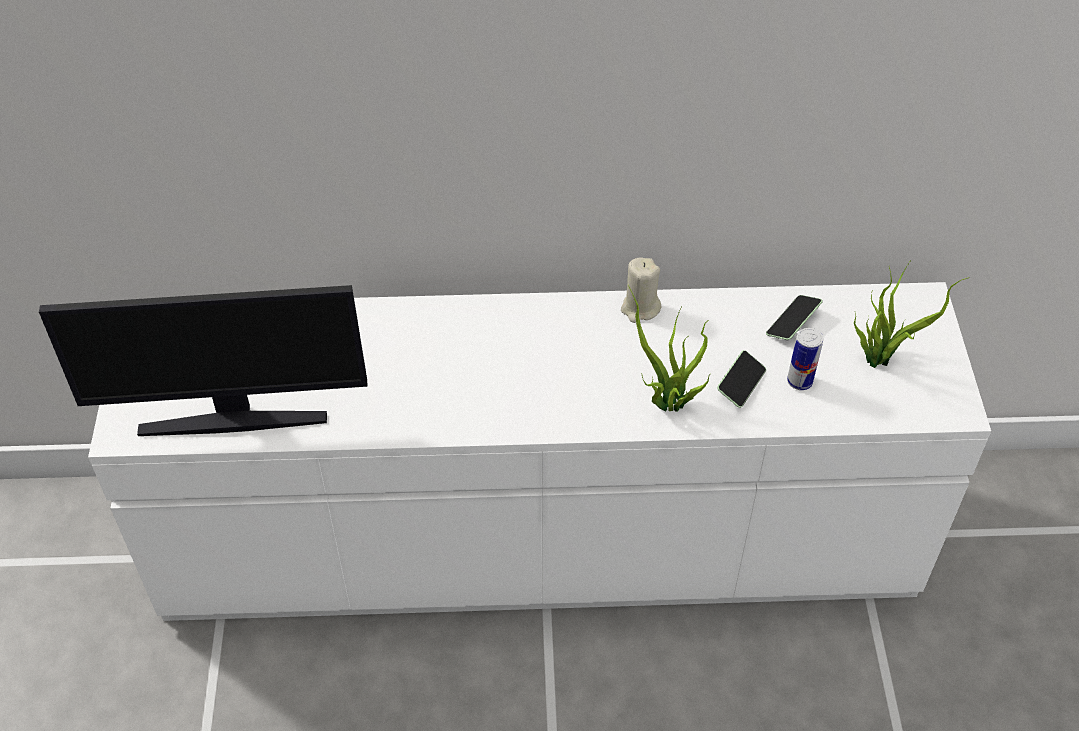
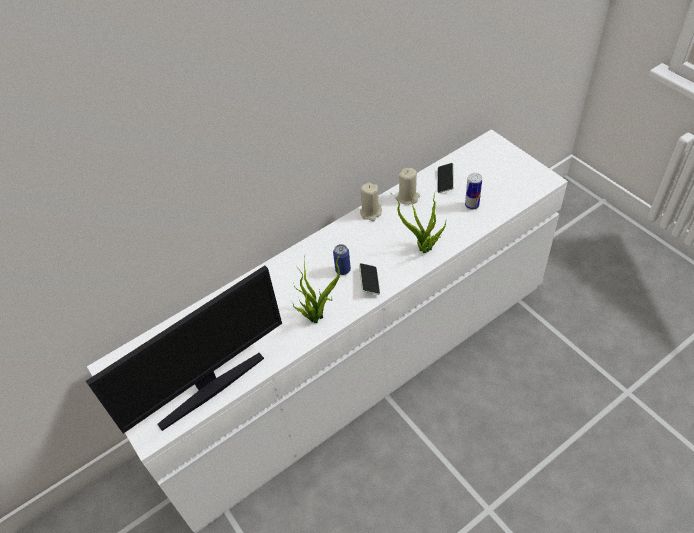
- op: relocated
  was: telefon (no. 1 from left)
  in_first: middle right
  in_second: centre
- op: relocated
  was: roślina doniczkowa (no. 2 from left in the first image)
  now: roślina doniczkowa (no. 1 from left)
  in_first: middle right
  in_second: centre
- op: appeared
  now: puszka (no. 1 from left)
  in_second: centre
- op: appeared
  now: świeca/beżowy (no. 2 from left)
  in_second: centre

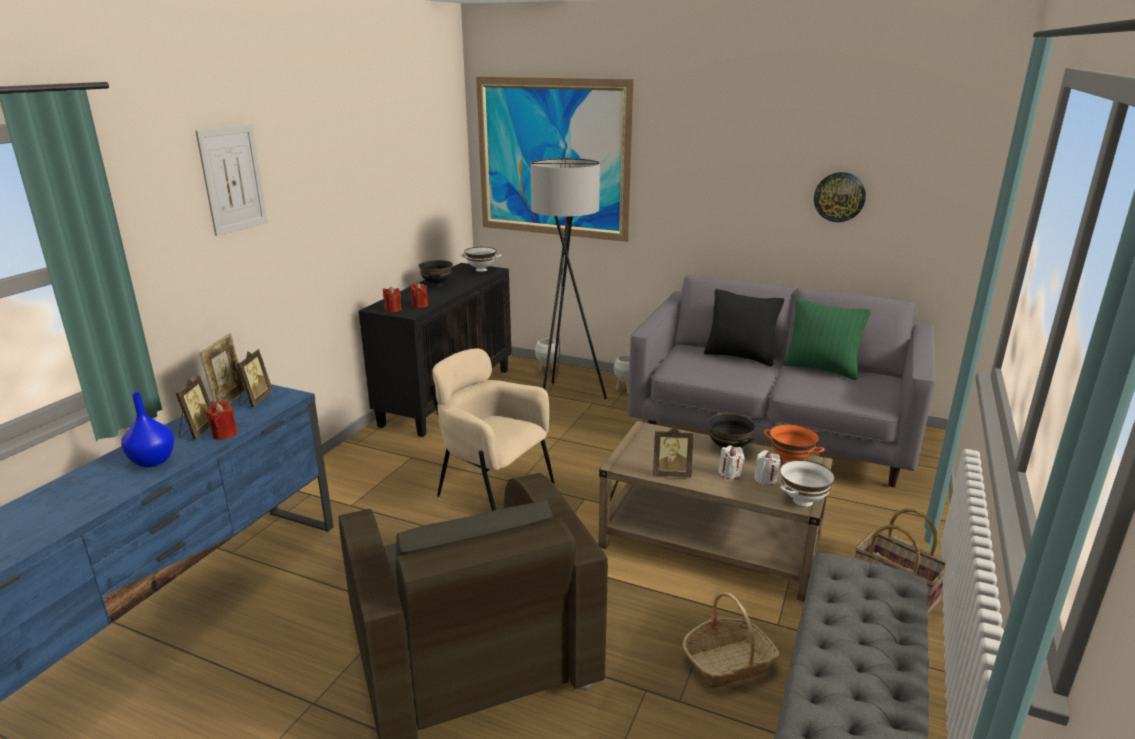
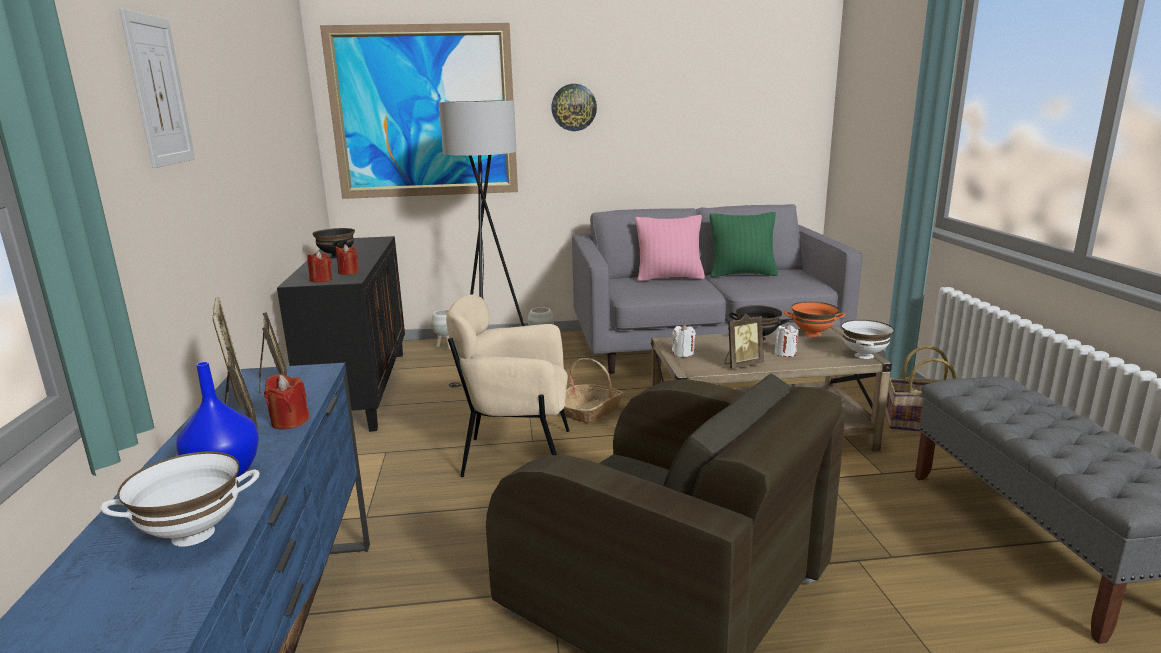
- op: relocated
  was: miska/biały (no. 1 from left)
  in_first: centre
  in_second: bottom left
- op: relocated
  was: koszyk (no. 1 from left)
  in_first: bottom centre
  in_second: centre
- op: colour
  was: poduszka/czarny
  now: poduszka/różowy
  in_first: centre
  in_second: centre
- op: relocated
  was: świeca/biały (no. 2 from left in the first image)
  now: świeca/biały (no. 1 from left)
  in_first: middle right
  in_second: centre
- op: relocated
  was: zegar ścienny
  in_first: top right
  in_second: top centre

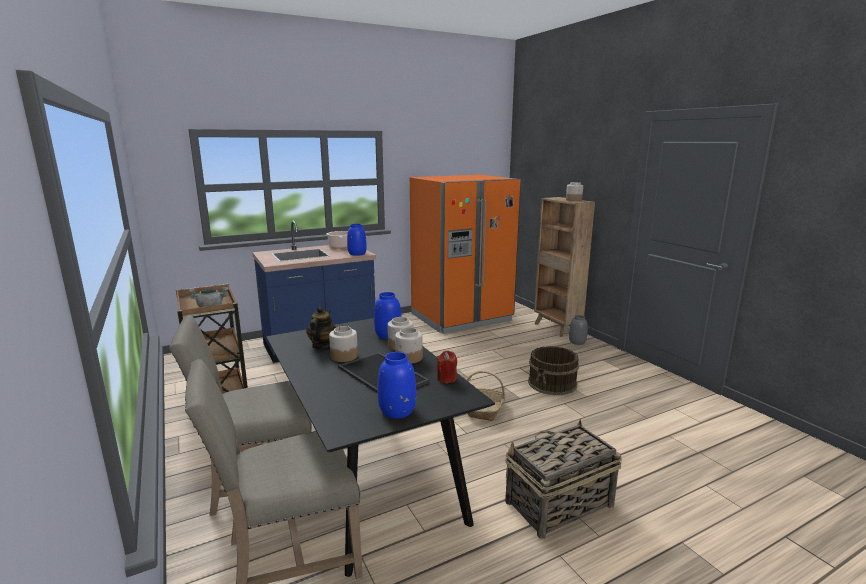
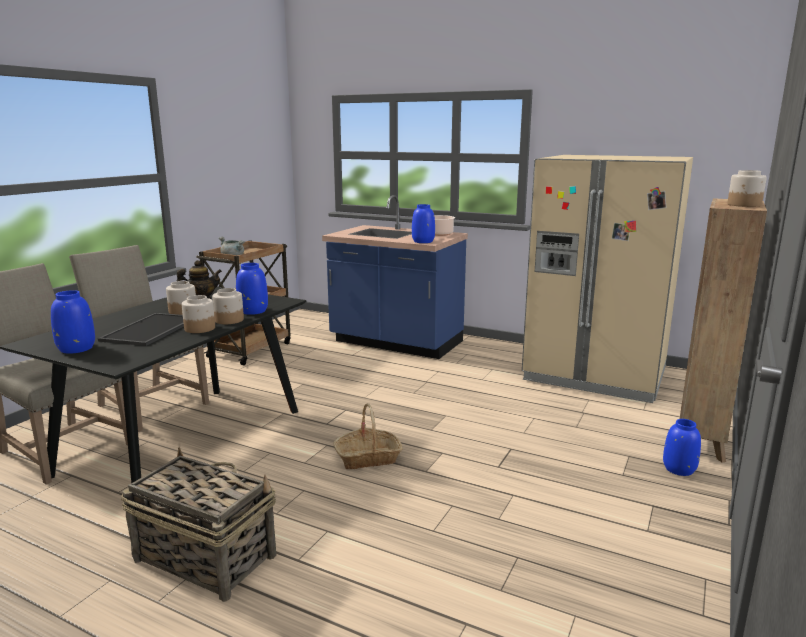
- op: colour
  was: lodówka/pomarańczowy
  now: lodówka/beżowy
  in_first: centre
  in_second: middle right
- op: missing
  was: świeca/czerwony
  in_first: centre
- op: missing
  was: wiadro/brązowy
  in_first: centre
- op: colour
  was: wazon/szary
  now: wazon/niebieski (no. 4 from left)
  in_first: middle right
  in_second: bottom right

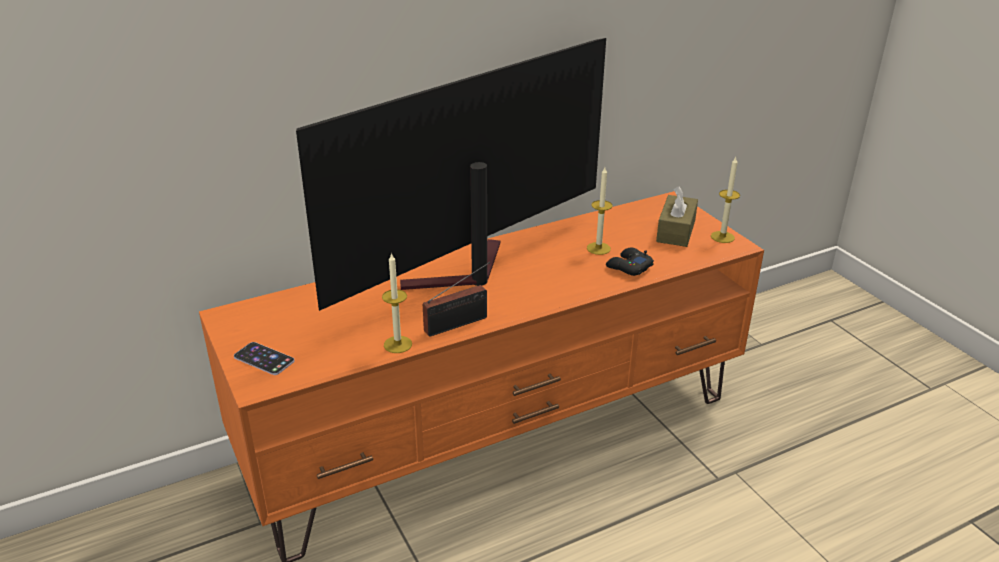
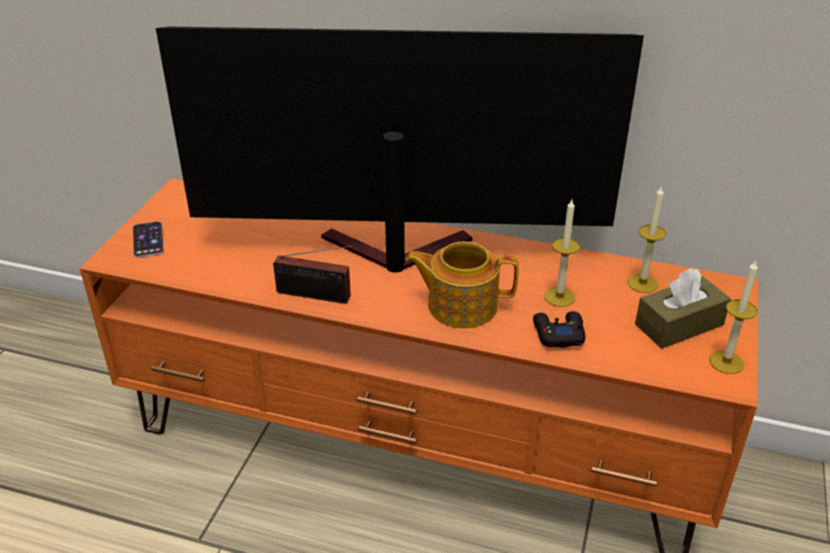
- op: relocated
  was: świeca (no. 1 from left in the first image)
  now: świeca (no. 2 from left)
  in_first: centre
  in_second: middle right
- op: appeared
  now: imbryk
  in_second: centre

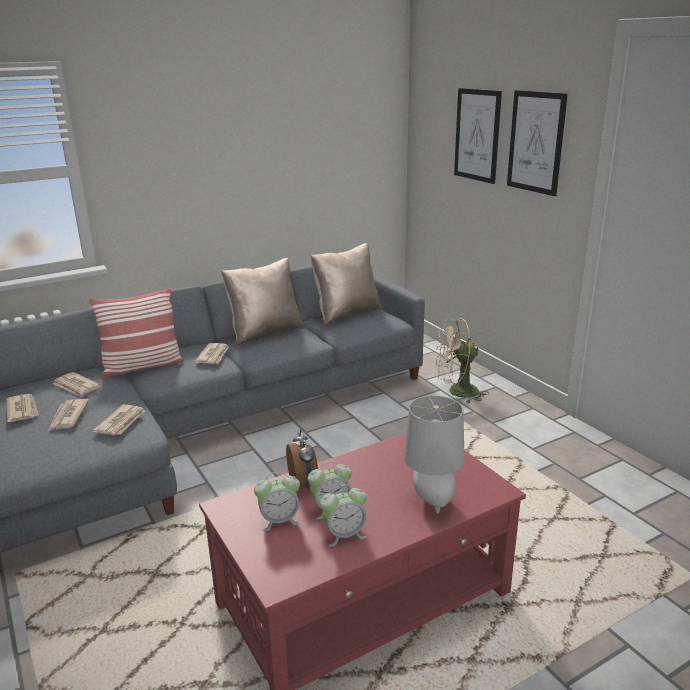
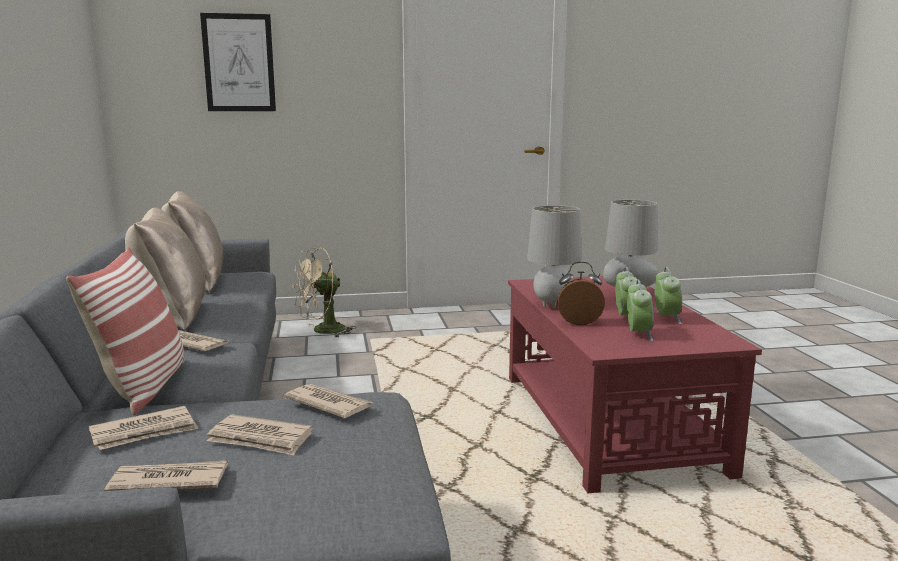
- op: spun
  was: wentylator/beżowy
  in_first: middle right
  in_second: centre
  clockwise: 45
- op: missing
  was: obraz (no. 2 from left)
  in_first: top right
- op: appeared
  now: lampa stołowa/szary (no. 1 from left)
  in_second: centre

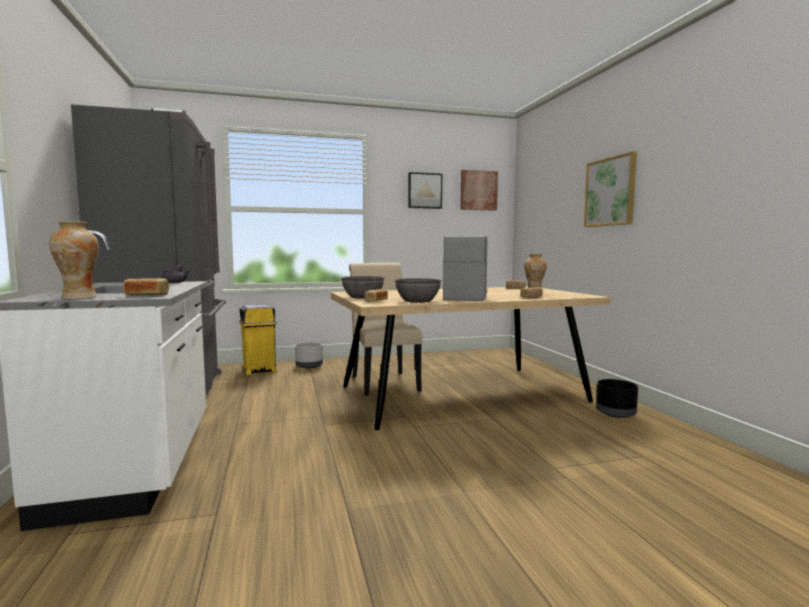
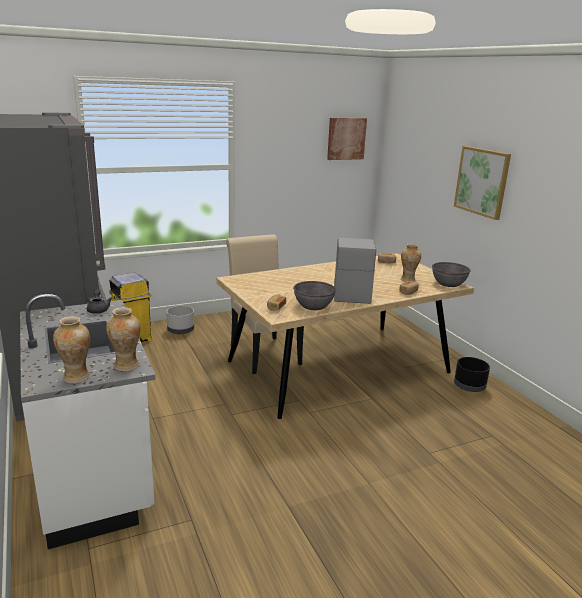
- op: exchanged
  was: chleb (no. 1 from left)
  now: wazon (no. 2 from left)
  in_first: middle left
  in_second: middle left
- op: relocated
  was: miska/szary (no. 1 from left in the first image)
  now: miska/szary (no. 2 from left)
  in_first: centre
  in_second: middle right
- op: missing
  was: obraz (no. 1 from left)
  in_first: top centre

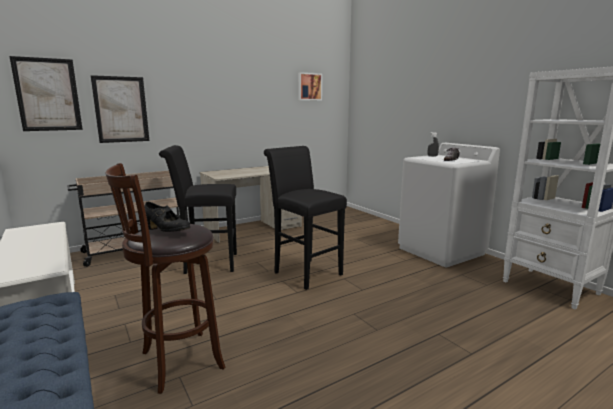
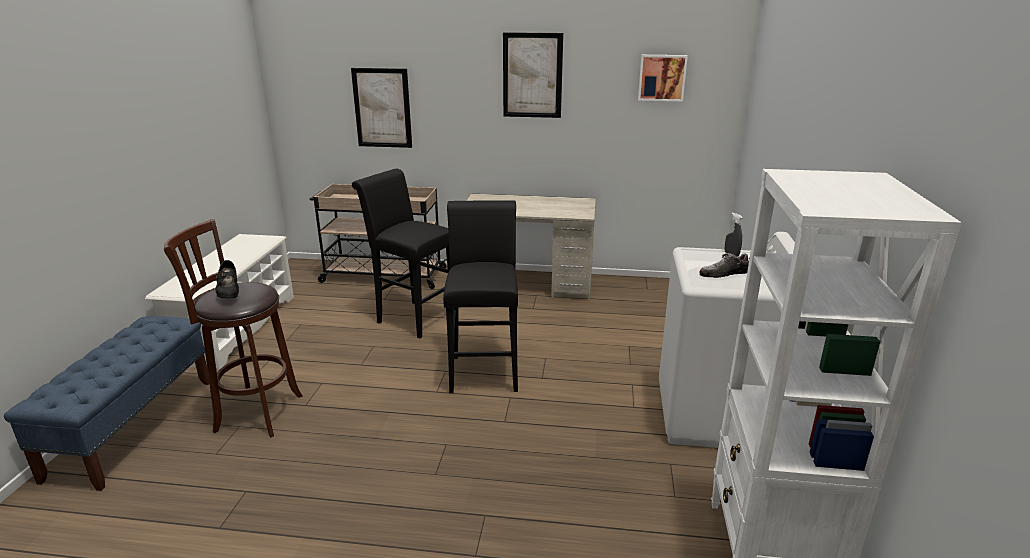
- op: relocated
  was: obraz (no. 1 from left in the first image)
  now: obraz (no. 2 from left)
  in_first: top left
  in_second: top centre

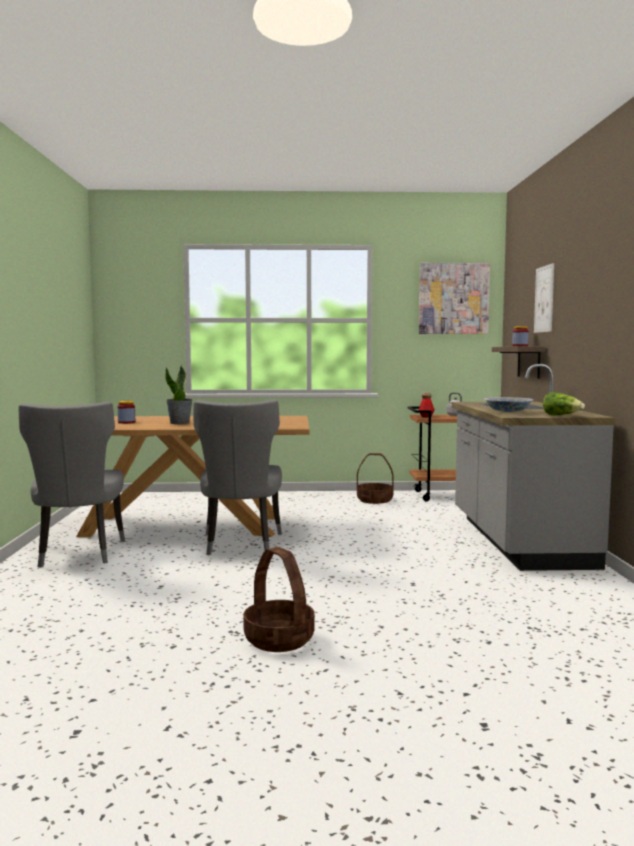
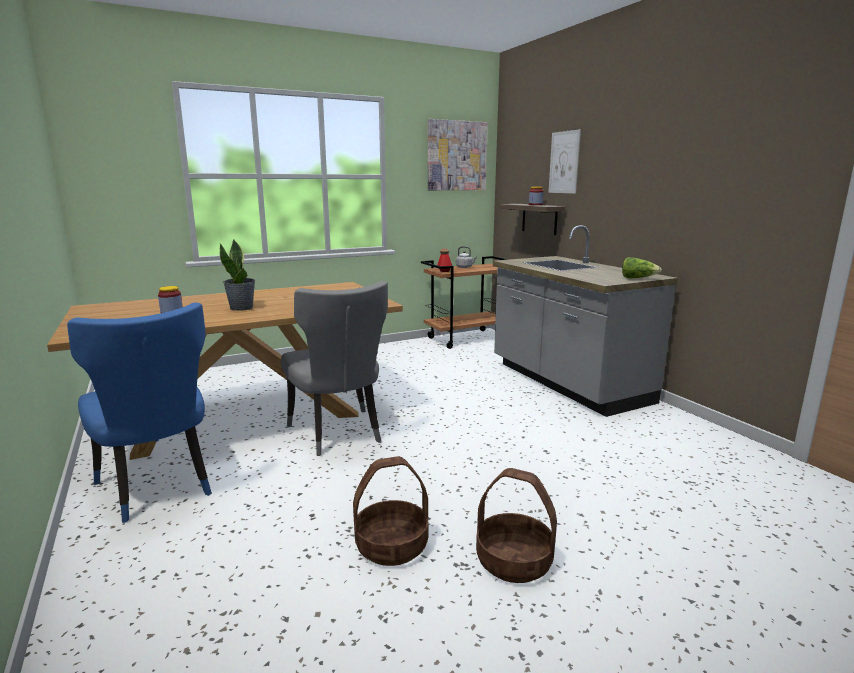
- op: colour
  was: krzesło/szary (no. 1 from left)
  now: krzesło/niebieski
  in_first: middle left
  in_second: middle left
- op: relocated
  was: koszyk (no. 2 from left in the first image)
  now: koszyk (no. 1 from left)
  in_first: centre
  in_second: bottom centre
- op: missing
  was: miska
  in_first: middle right

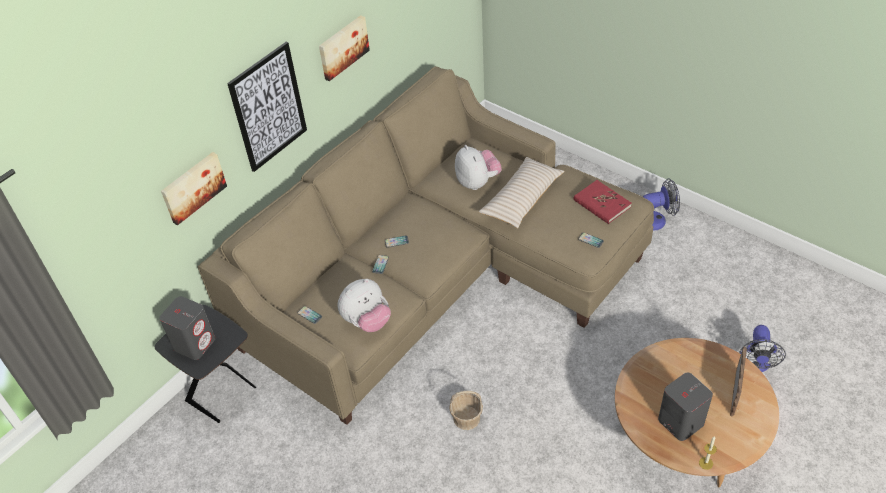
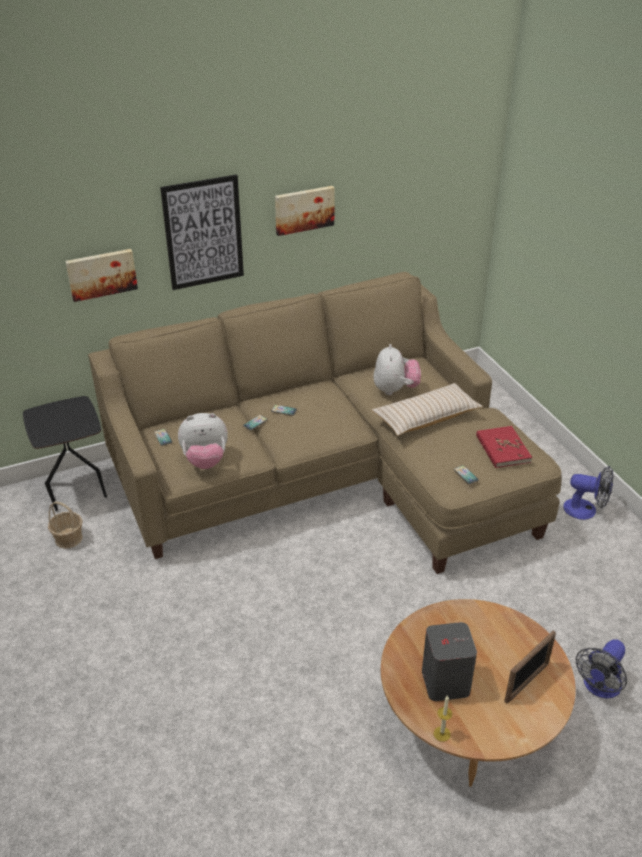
- op: missing
  was: głośnik/szary (no. 1 from left)
  in_first: middle left
- op: relocated
  was: koszyk
  in_first: bottom centre
  in_second: middle left

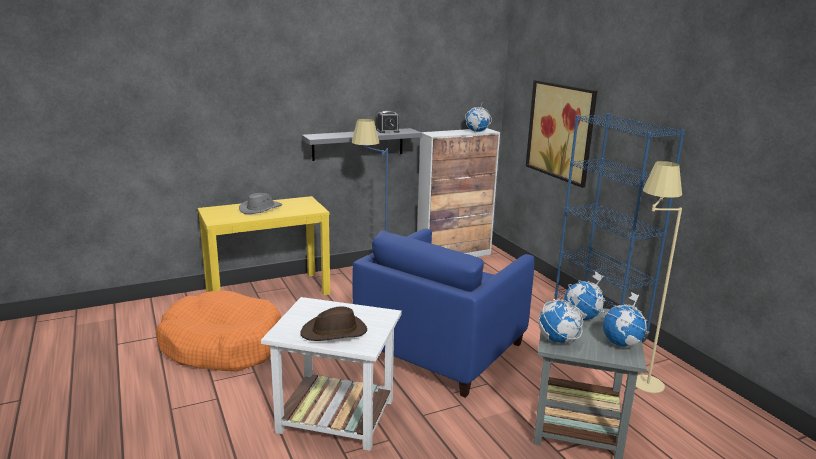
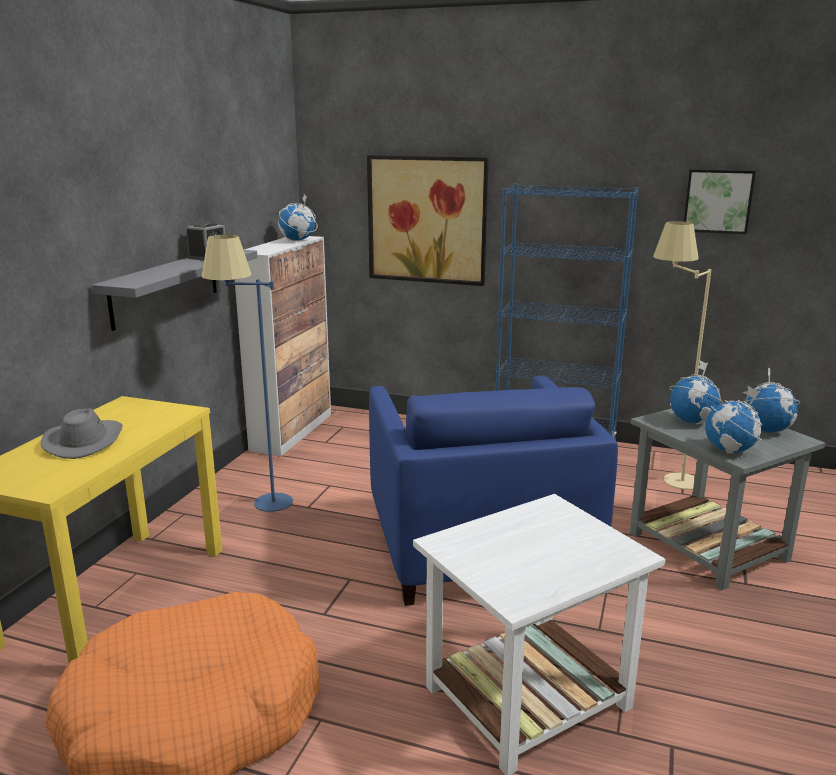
- op: missing
  was: kapelusz/brązowy
  in_first: bottom centre
- op: appeared
  now: obraz (no. 2 from left)
  in_second: top right

